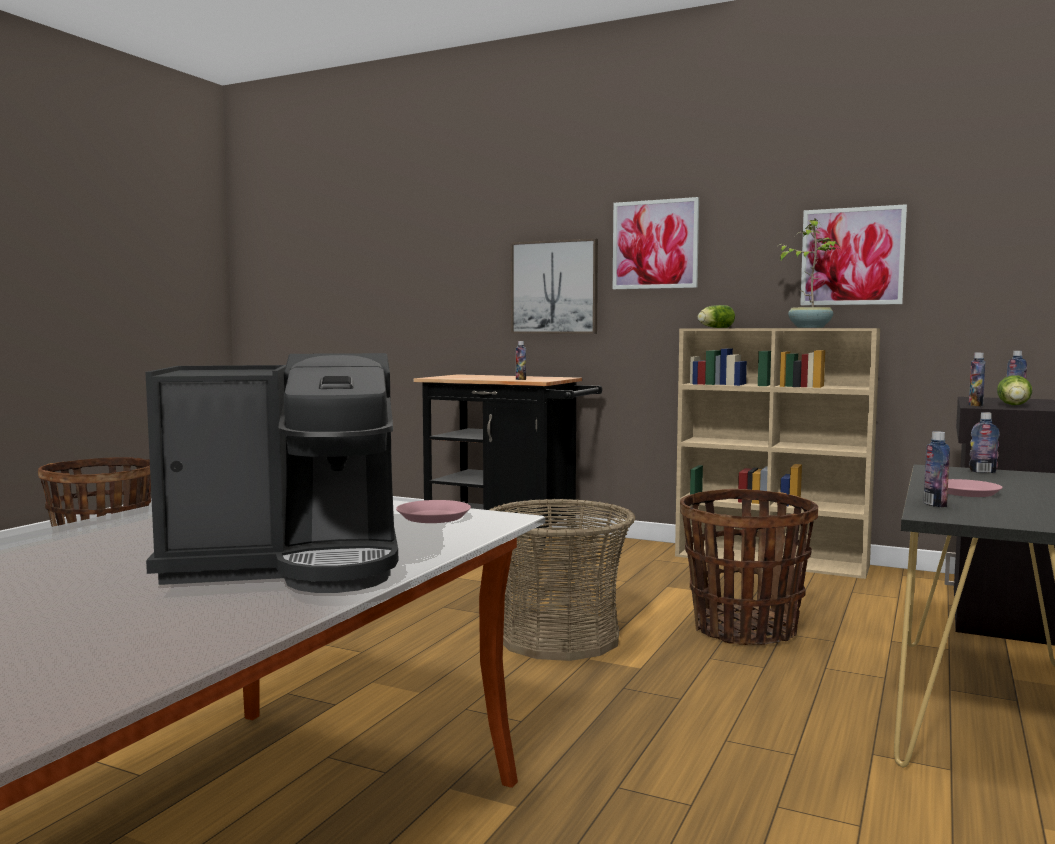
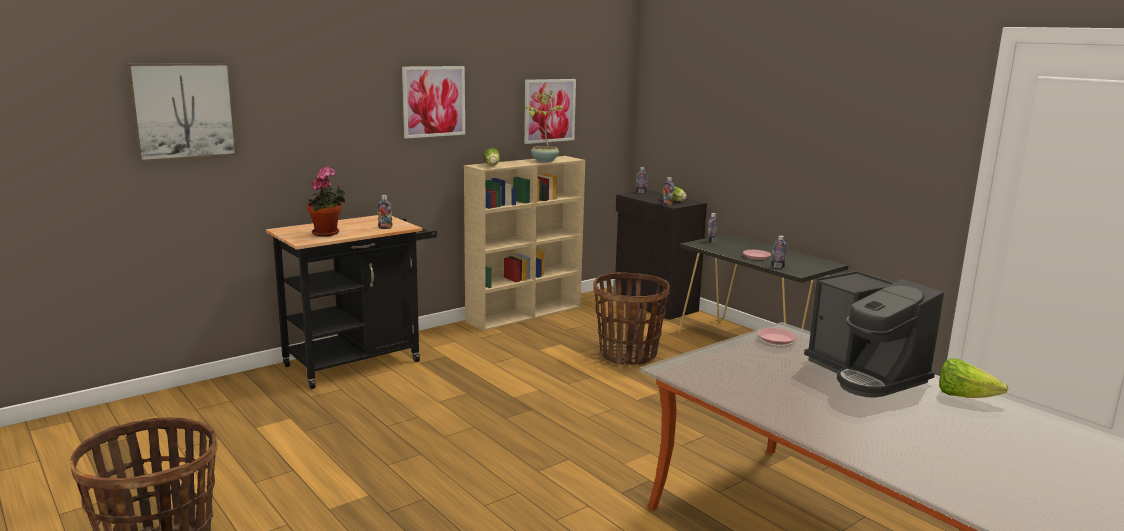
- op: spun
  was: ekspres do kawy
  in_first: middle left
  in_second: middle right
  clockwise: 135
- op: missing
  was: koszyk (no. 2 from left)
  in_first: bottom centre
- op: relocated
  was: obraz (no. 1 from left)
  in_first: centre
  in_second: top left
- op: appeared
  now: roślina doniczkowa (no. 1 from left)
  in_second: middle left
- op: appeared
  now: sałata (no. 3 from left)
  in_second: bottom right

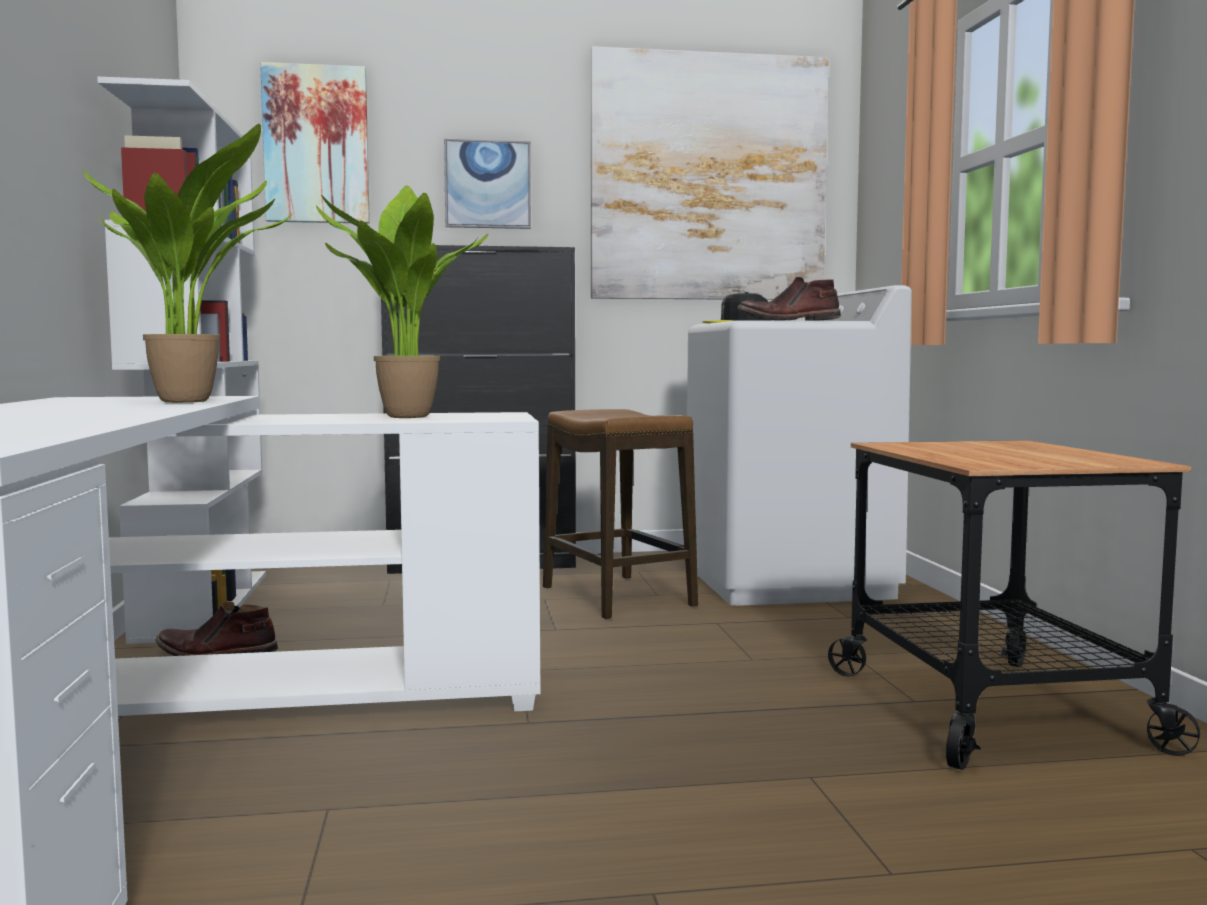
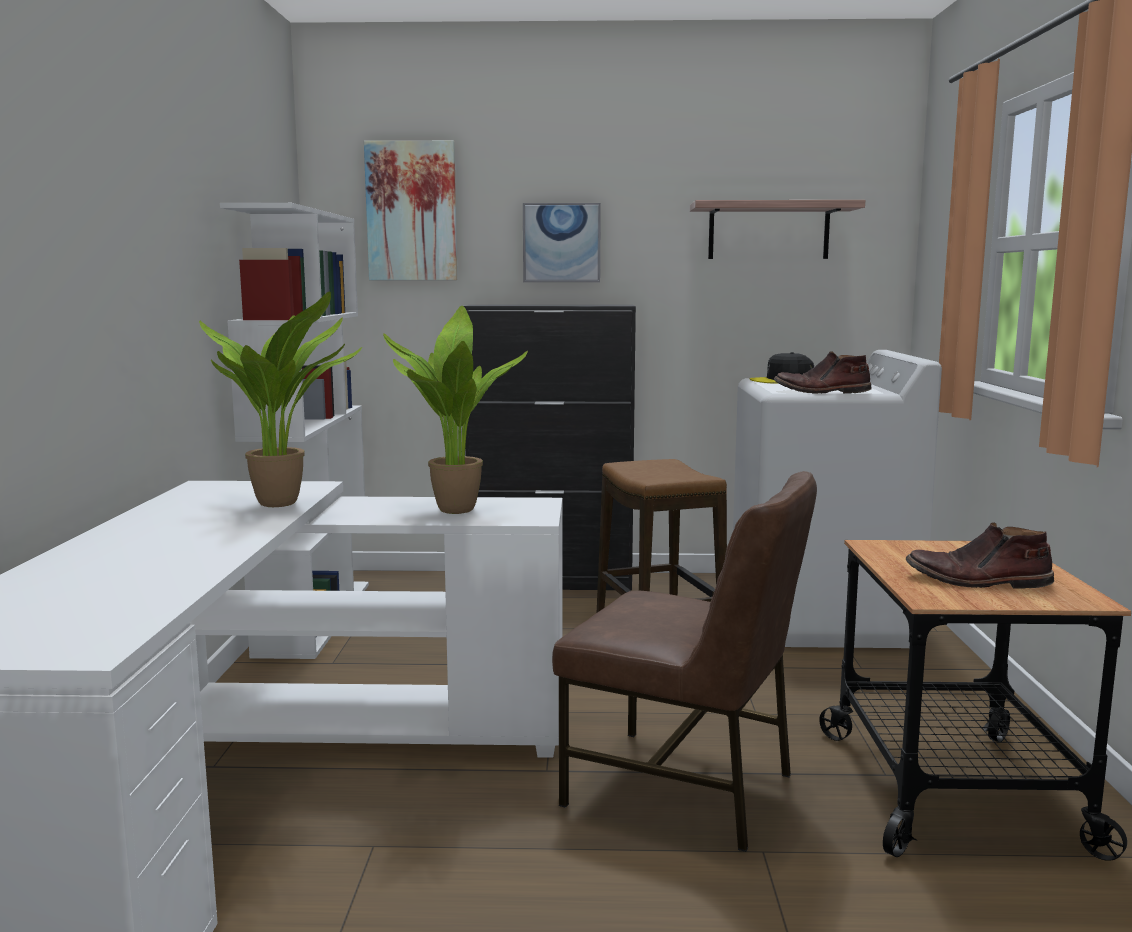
- op: relocated
  was: but z cholewką/brązowy (no. 1 from left in the first image)
  now: but z cholewką/brązowy (no. 2 from left)
  in_first: bottom left
  in_second: middle right
- op: exchanged
  was: obraz (no. 3 from left)
  now: półka
  in_first: top centre
  in_second: top right
- op: appeared
  now: krzesło/brązowy
  in_second: bottom centre

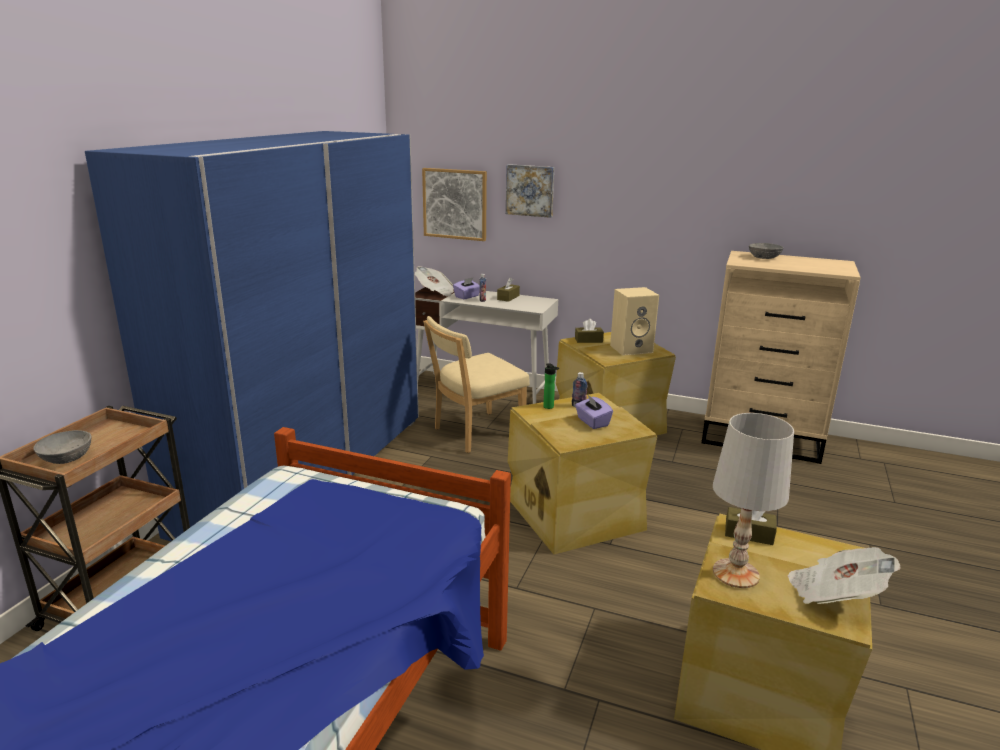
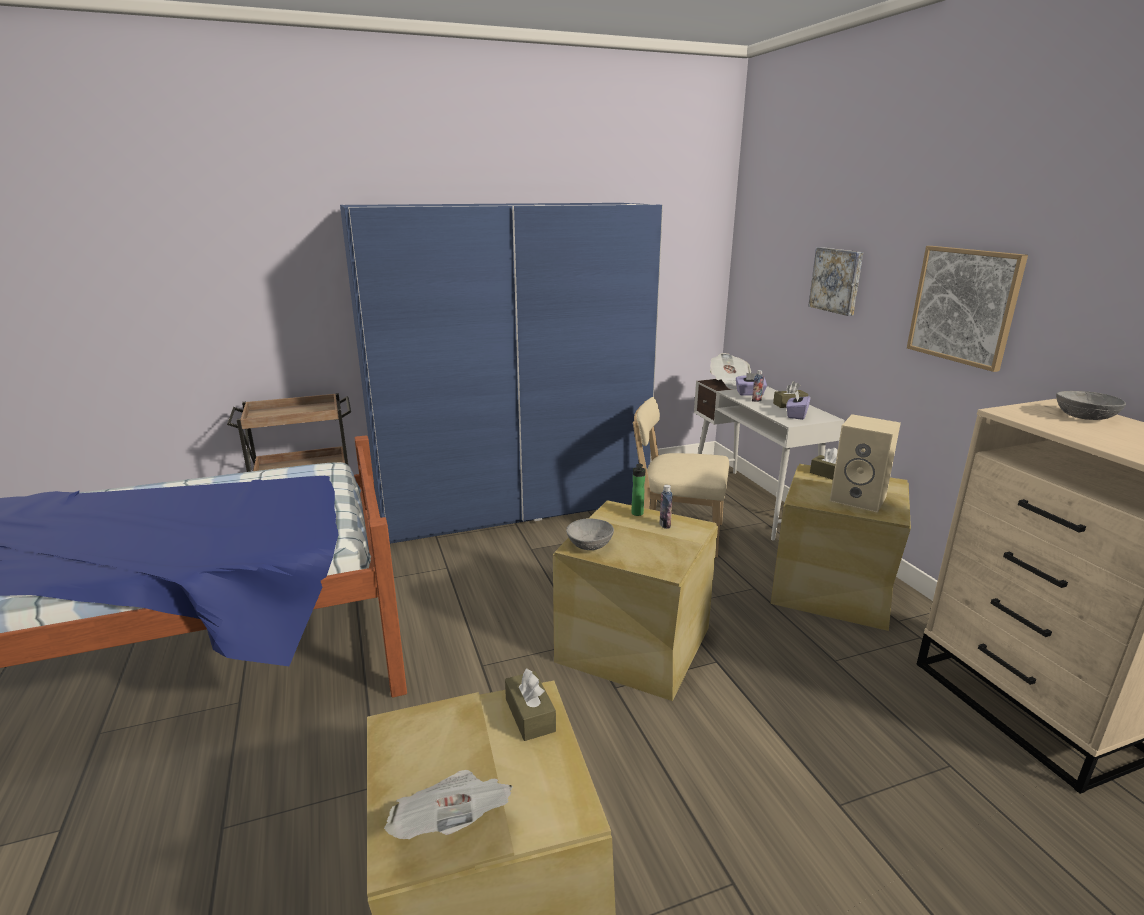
- op: relocated
  was: miska/szary (no. 1 from left)
  in_first: middle left
  in_second: centre
- op: relocated
  was: obraz (no. 1 from left in the first image)
  now: obraz (no. 2 from left)
  in_first: top centre
  in_second: middle right
- op: relocated
  was: pudełko chusteczek/fioletowy (no. 2 from left)
  in_first: centre
  in_second: middle right
- op: missing
  was: lampa stołowa/biały
  in_first: bottom right

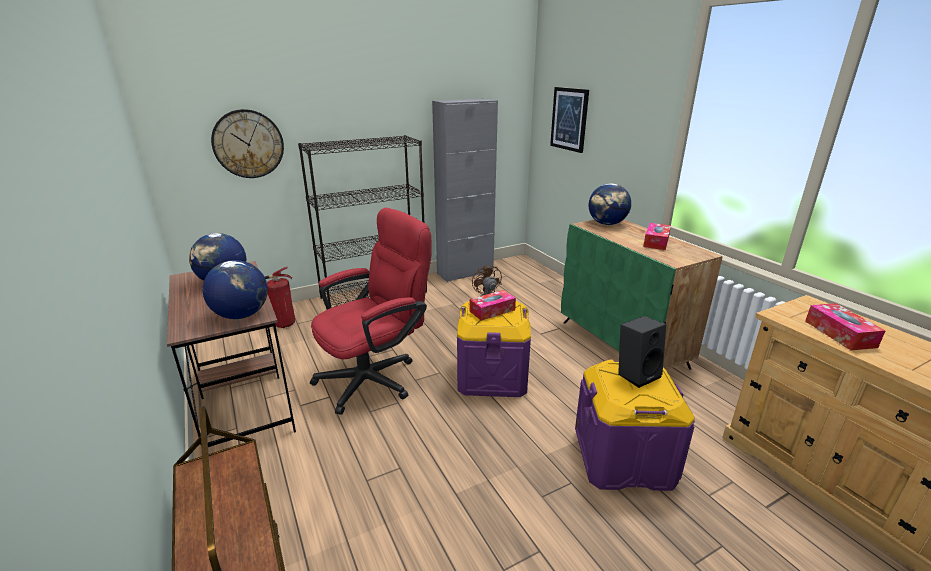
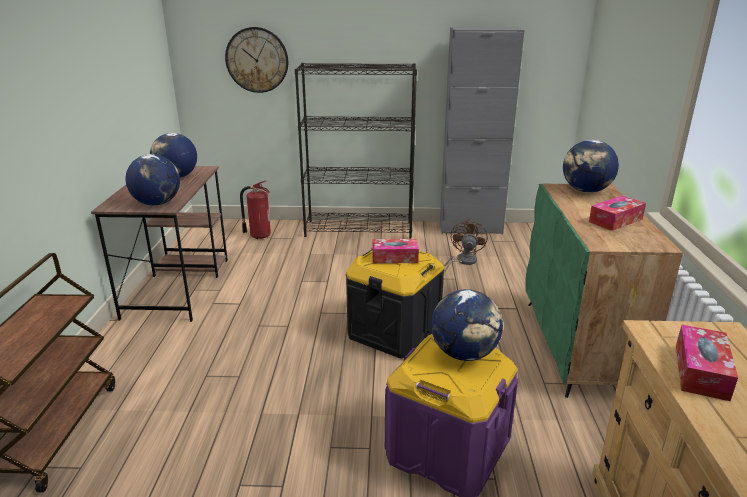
- op: missing
  was: krzesło biurowe/czerwony
  in_first: centre
- op: colour
  was: pojemnik do przechowywania/fioletowy (no. 1 from left)
  now: pojemnik do przechowywania/czarny
  in_first: centre
  in_second: centre
- op: missing
  was: obraz
  in_first: top centre
- op: exchanged
  was: głośnik/czarny
  now: globus (no. 3 from left)
  in_first: middle right
  in_second: centre

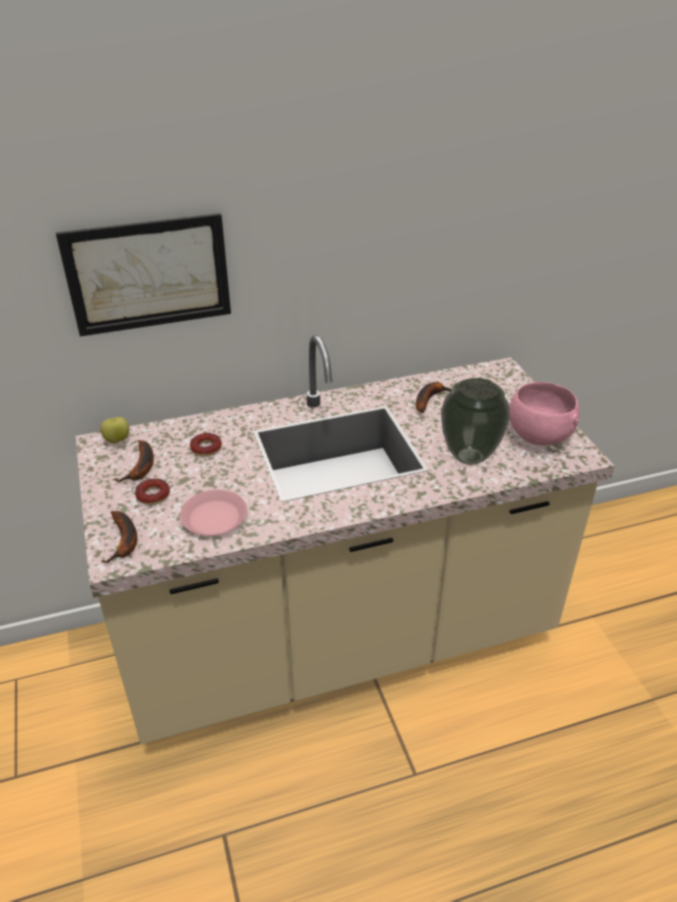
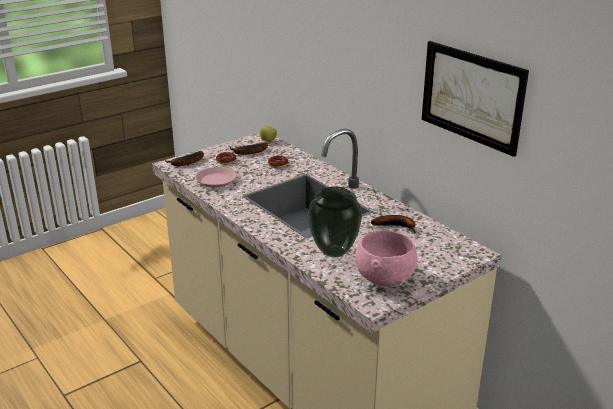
- op: relocated
  was: obraz
  in_first: top left
  in_second: top right

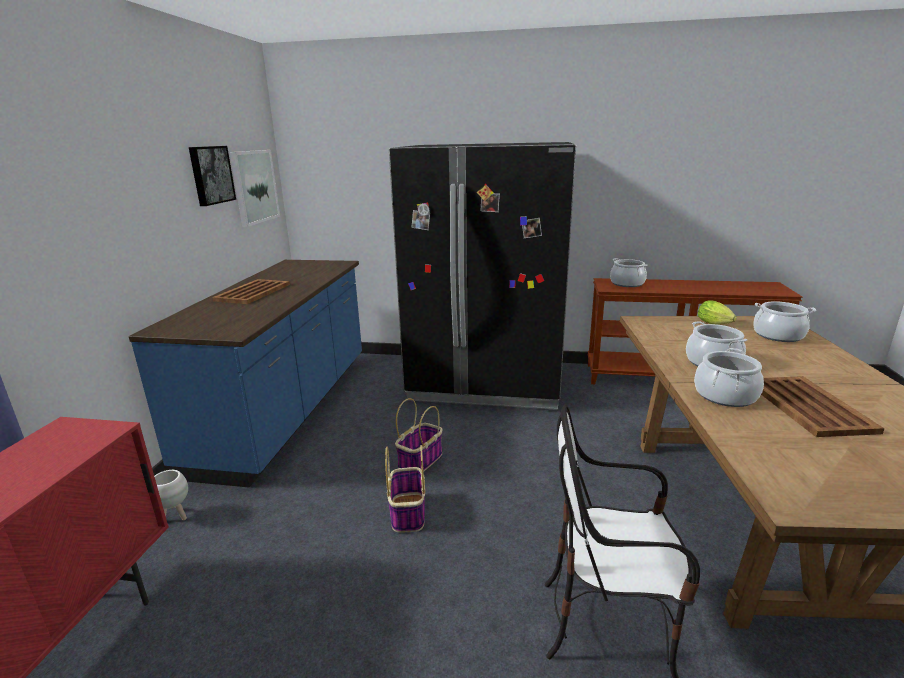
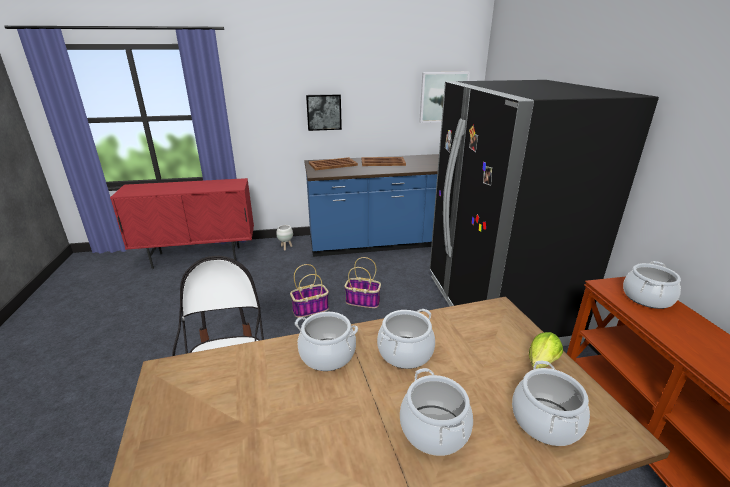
- op: relocated
  was: obraz (no. 1 from left)
  in_first: top left
  in_second: top centre
- op: relocated
  was: taca/brązowy (no. 2 from left in the first image)
  now: taca/brązowy (no. 1 from left)
  in_first: middle right
  in_second: centre
- op: appeared
  now: garnek (no. 3 from left)
  in_second: bottom centre

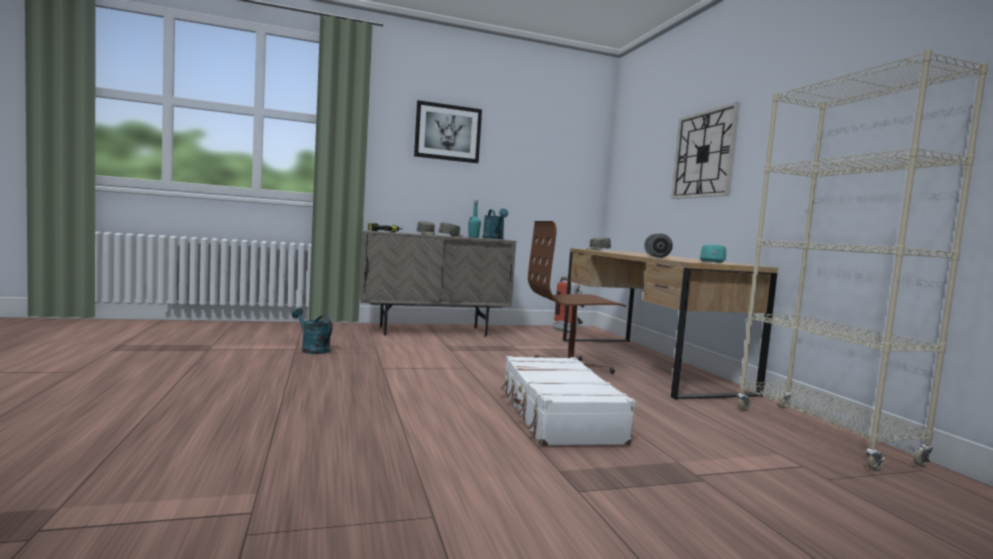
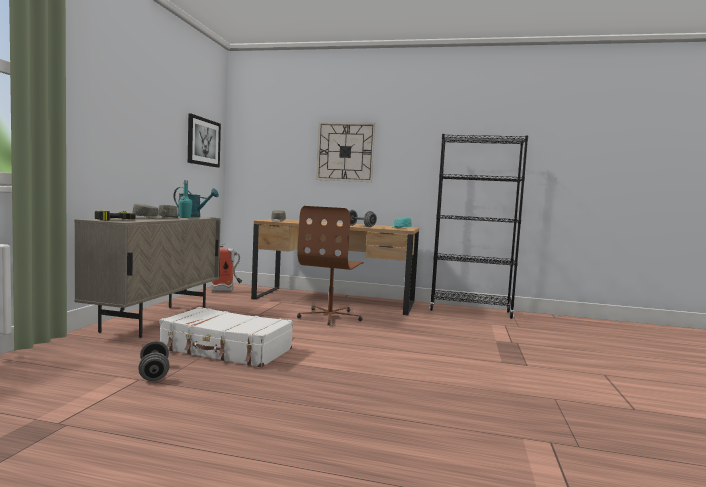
- op: exchanged
  was: konewka/turkusowy (no. 1 from left)
  now: hantel/szary (no. 1 from left)
  in_first: middle left
  in_second: bottom left
- op: relocated
  was: obraz
  in_first: top centre
  in_second: top left
- op: relocated
  was: walizka/biały
  in_first: bottom centre
  in_second: bottom left
- op: colour
  was: regał/beżowy
  now: regał/czarny
  in_first: middle right
  in_second: middle right

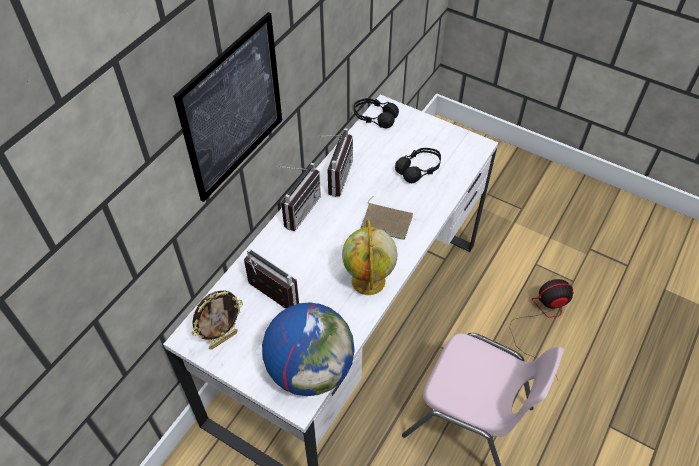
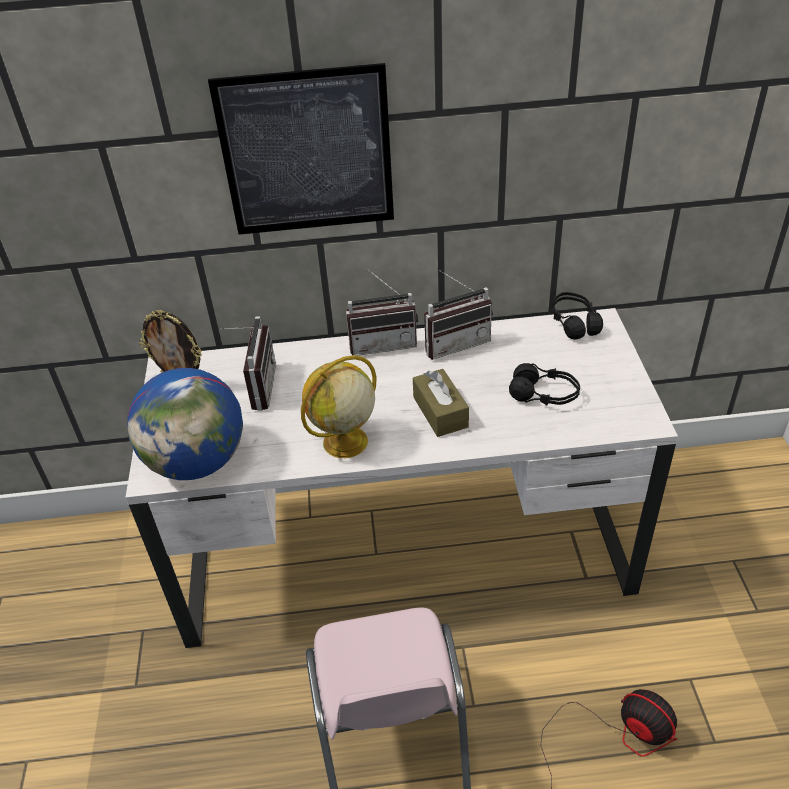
- op: exchanged
  was: książka/brązowy
  now: pudełko chusteczek/brązowy
  in_first: centre
  in_second: centre

